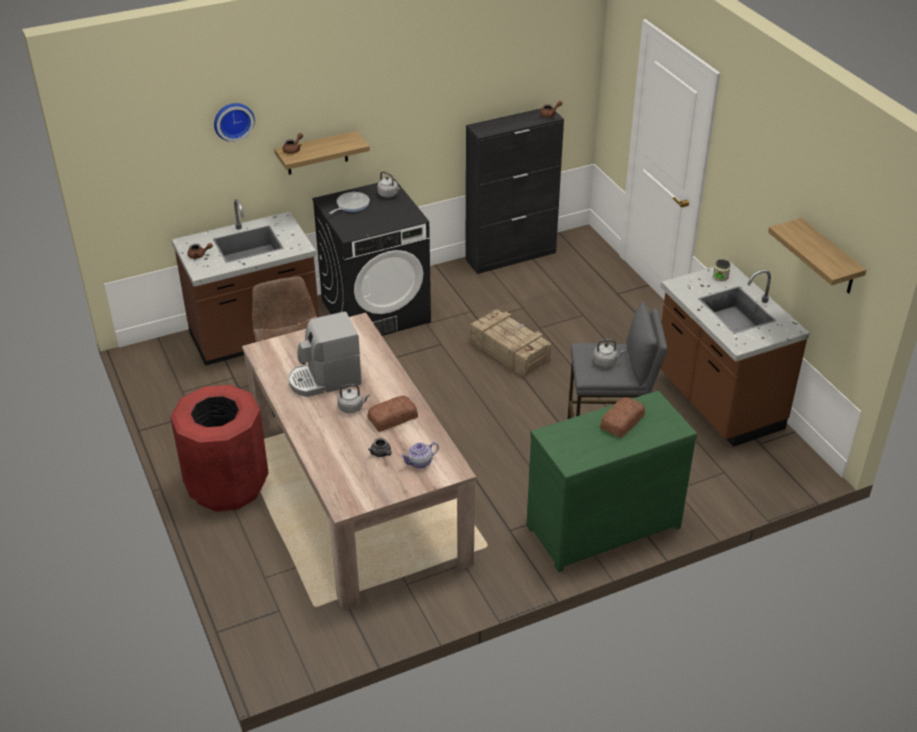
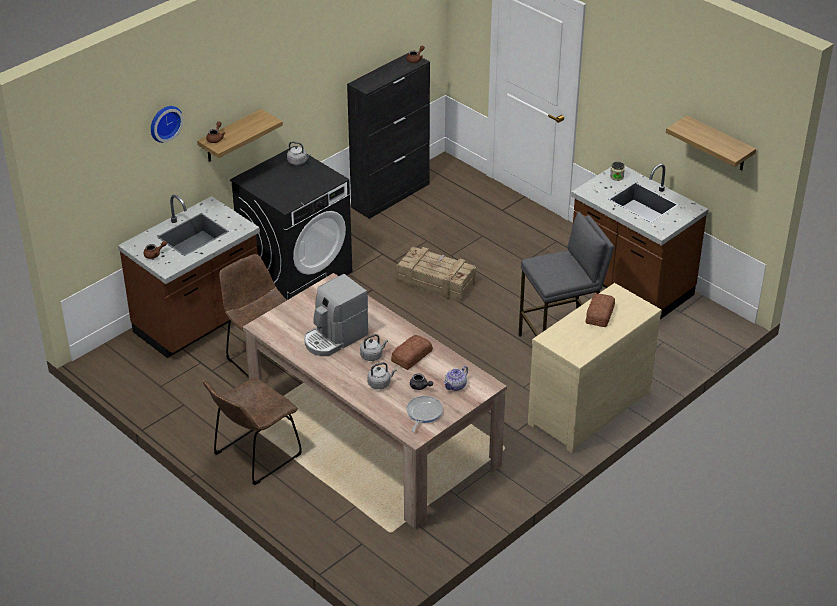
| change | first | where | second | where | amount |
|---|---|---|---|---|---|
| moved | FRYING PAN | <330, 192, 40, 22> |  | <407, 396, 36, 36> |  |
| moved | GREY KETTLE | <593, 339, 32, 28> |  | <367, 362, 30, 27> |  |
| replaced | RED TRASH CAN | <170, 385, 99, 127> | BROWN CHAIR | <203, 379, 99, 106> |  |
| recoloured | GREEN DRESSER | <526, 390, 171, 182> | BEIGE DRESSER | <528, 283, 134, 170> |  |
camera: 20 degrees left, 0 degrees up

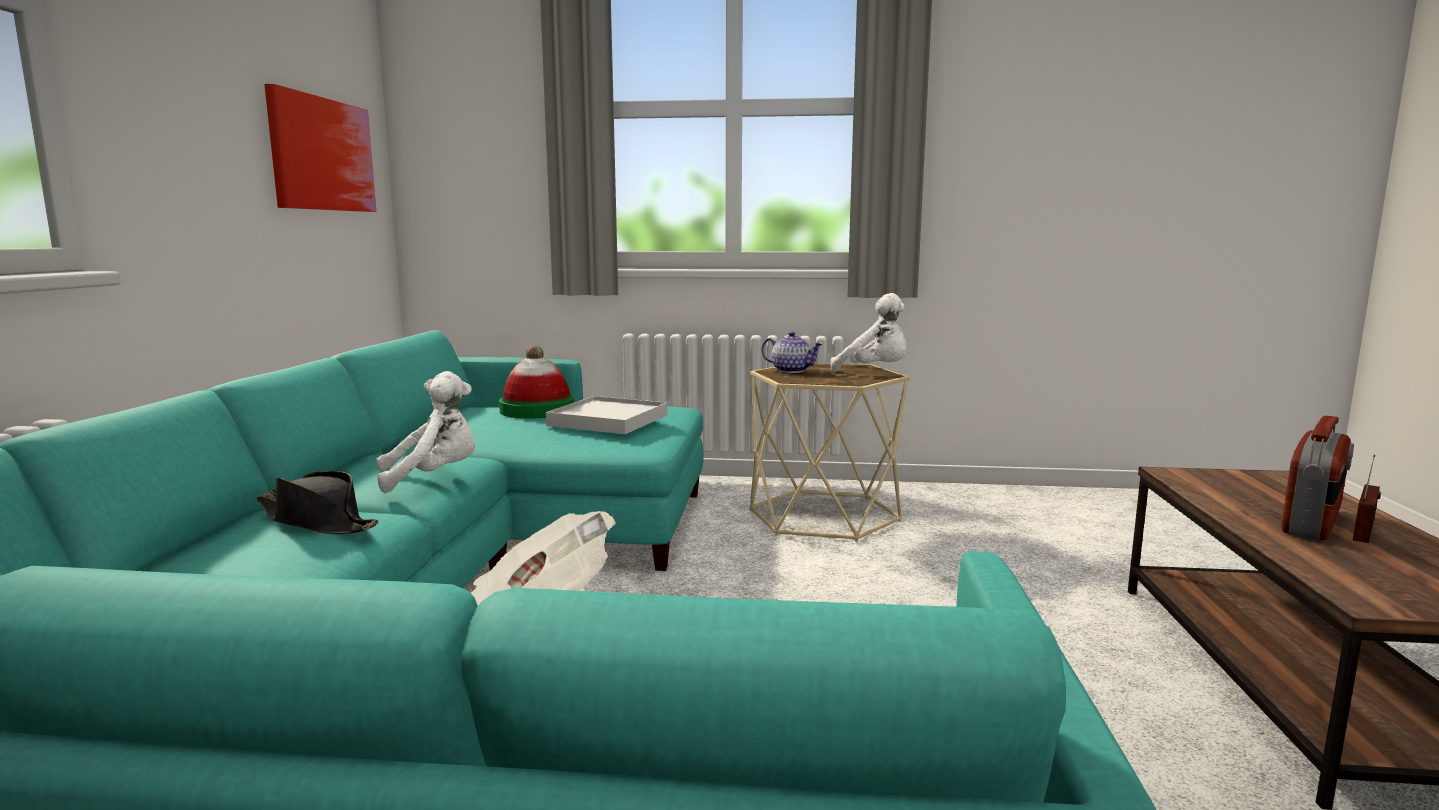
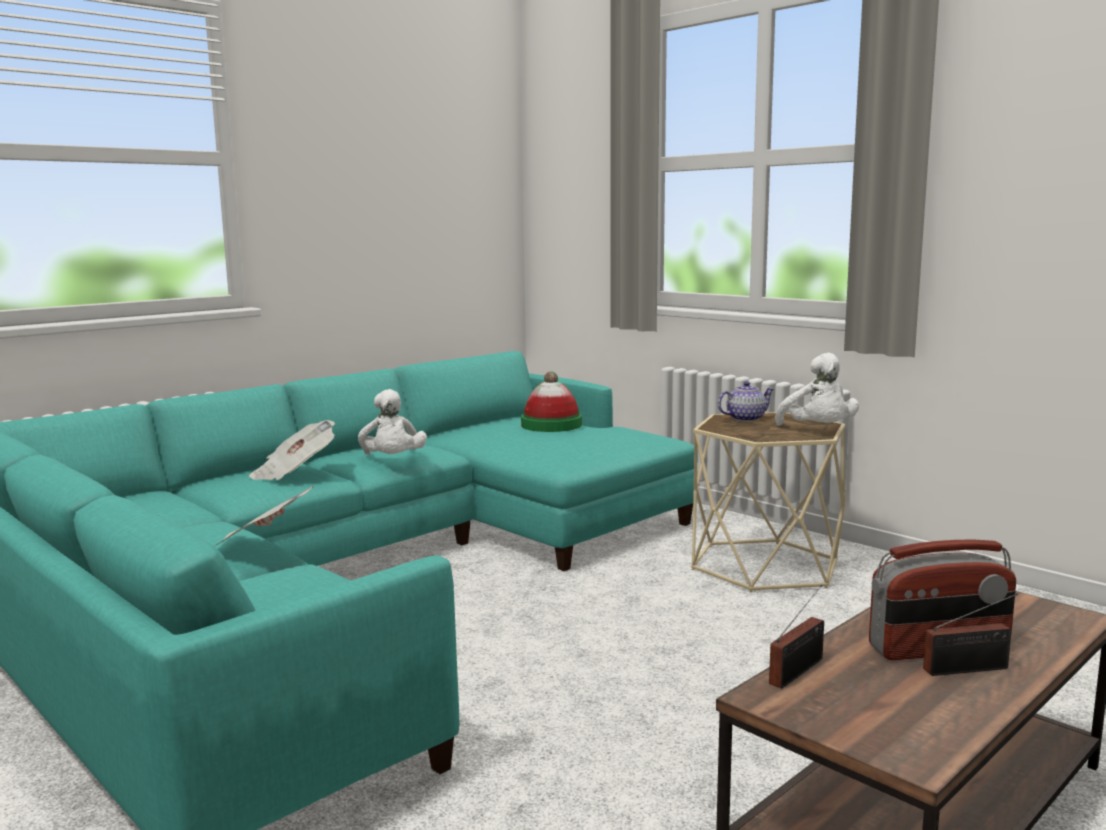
| change | first | where | second | where | amount |
|---|---|---|---|---|---|
| removed | PICTURE | <264, 84, 112, 128> |  |  |  |
| turned | TEAPOT | <761, 332, 62, 41> |  | <718, 381, 56, 41> | 90 degrees counterclockwise |
| turned | WHITE PLUSH TOY | <376, 371, 99, 122> |  | <358, 389, 69, 66> | 60 degrees clockwise |
| removed | WHITE TRAY | <546, 396, 121, 38> |  |  |  |
| replaced | BLACK HAT | <256, 471, 123, 63> | NEWSPAPER | <249, 420, 86, 60> |  |
| added |  |  | RADIO | <769, 585, 55, 103> |  |
camera: 40 degrees right, 0 degrees up

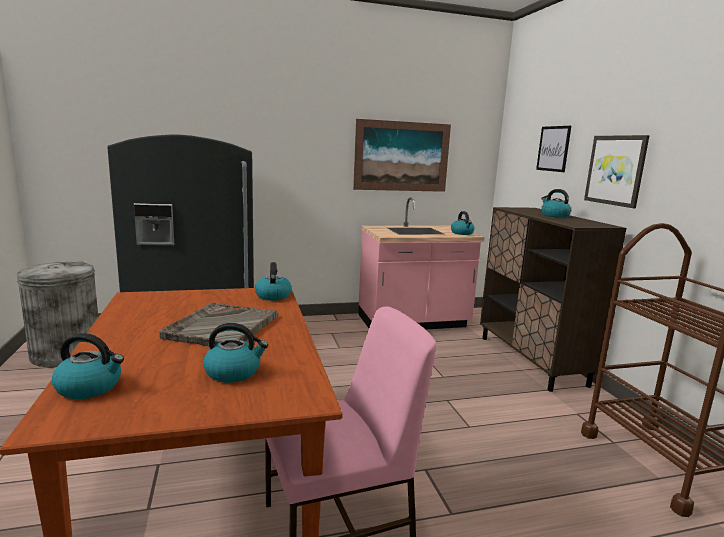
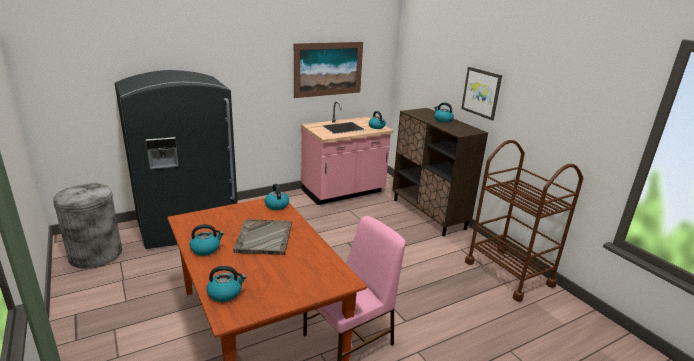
| change | first | where | second | where | amount |
|---|---|---|---|---|---|
| removed | PICTURE | <536, 126, 35, 46> |  |  |  |
| moved | KETTLE | <203, 323, 65, 60> |  | <189, 224, 35, 32> |  |
camera: 15 degrees left, 10 degrees up

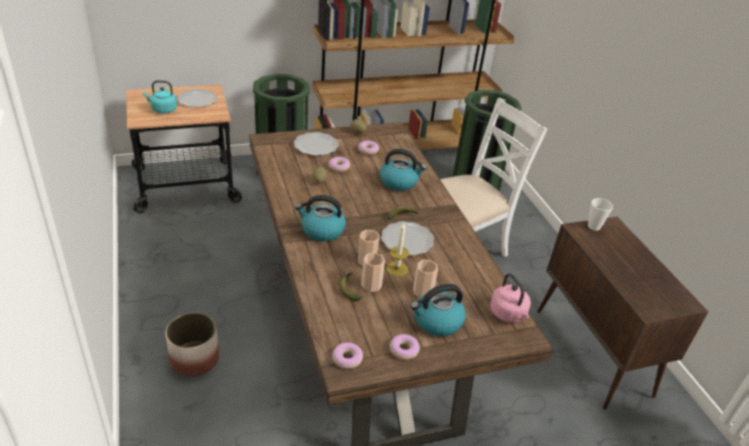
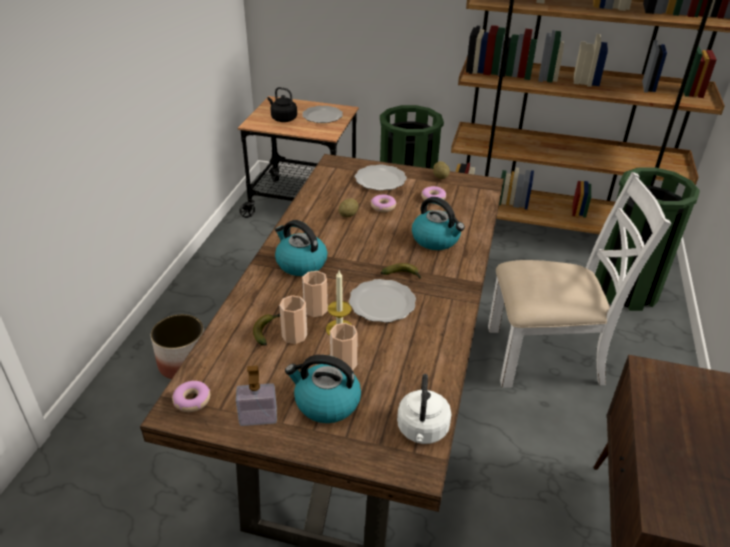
| change | first | where | second | where | amount |
|---|---|---|---|---|---|
| recoloured | TURQUOISE KETTLE | <143, 80, 34, 34> | BLACK KETTLE | <267, 87, 30, 35> |  |
| removed | CUP | <588, 198, 25, 33> |  |  |  |
| recoloured | PINK KETTLE | <490, 273, 41, 50> | WHITE KETTLE | <397, 374, 55, 70> |  |
| replaced | DONUT | <390, 334, 30, 26> | SOAP DISPENSER | <236, 365, 41, 61> |  |
camera: 35 degrees right, 0 degrees up

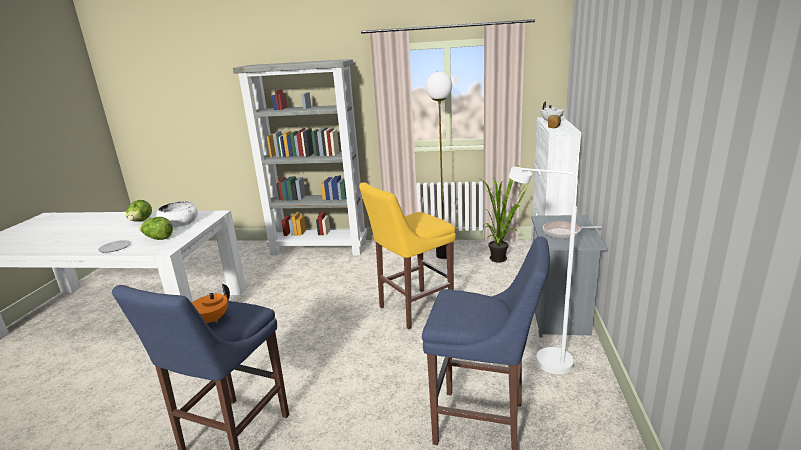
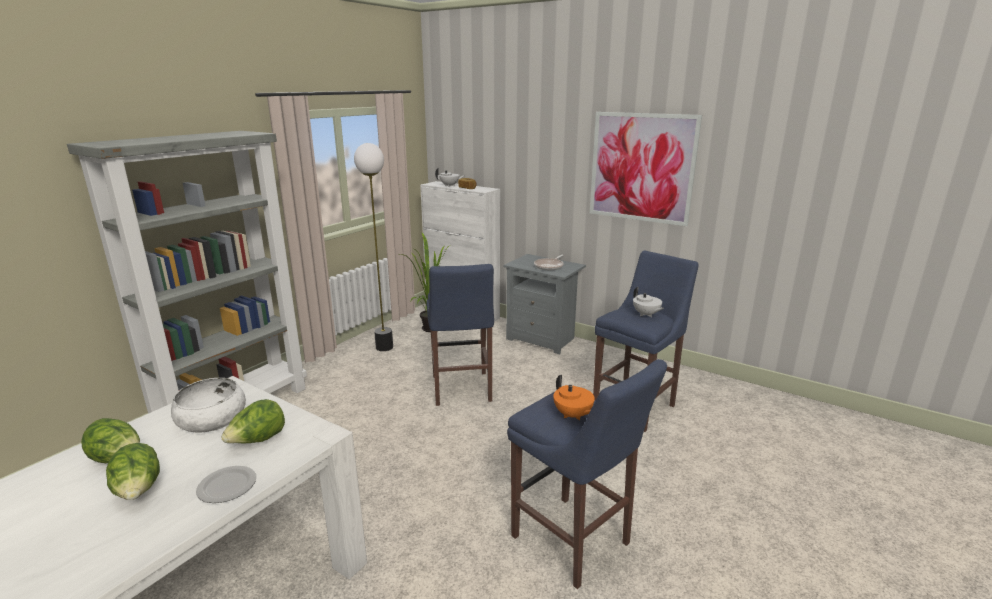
| change | first | where | second | where | amount |
|---|---|---|---|---|---|
| removed | WHITE FLOOR LAMP | <509, 167, 69, 208> |  |  |  |
| recoloured | YELLOW STOOL | <359, 182, 97, 147> | BLUE STOOL | <427, 264, 67, 142> |  |
| added |  |  | PICTURE | <590, 112, 112, 114> |  |
| added |  |  | WHITE TEAPOT | <633, 287, 31, 30> |  |
| added |  |  | LETTUCE | <106, 443, 54, 57> |  |
camera: 65 degrees left, 0 degrees up

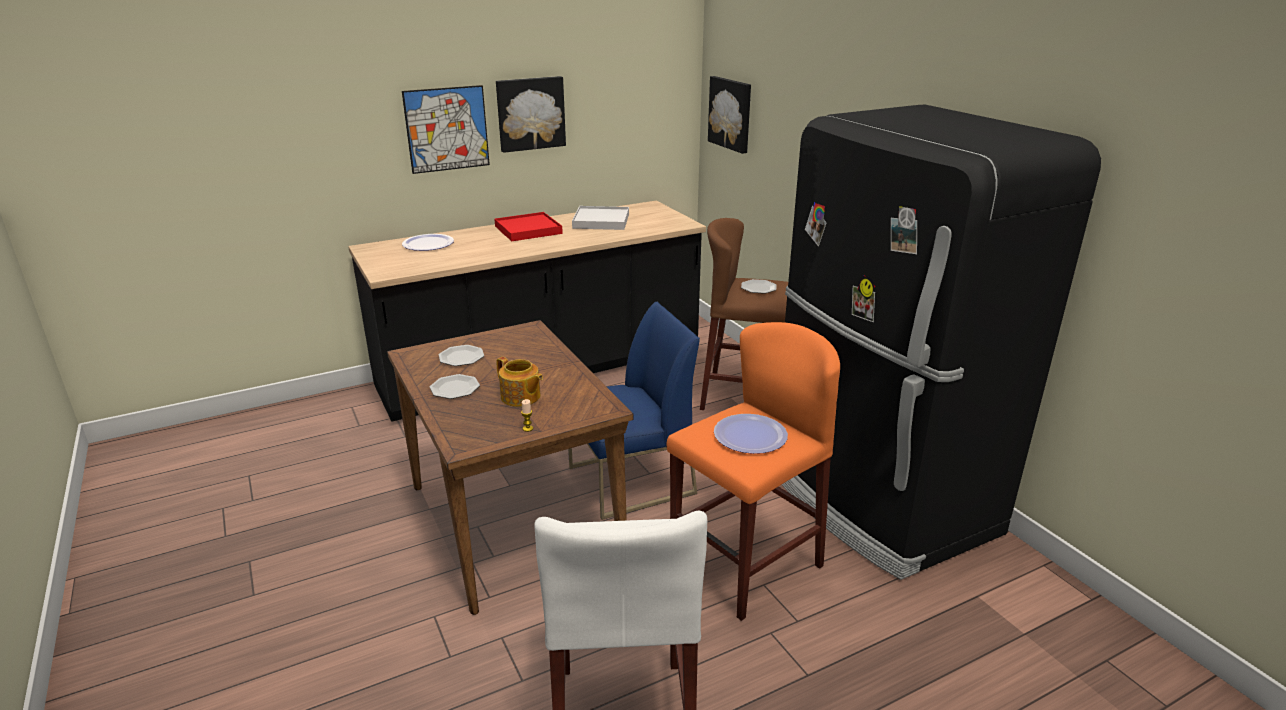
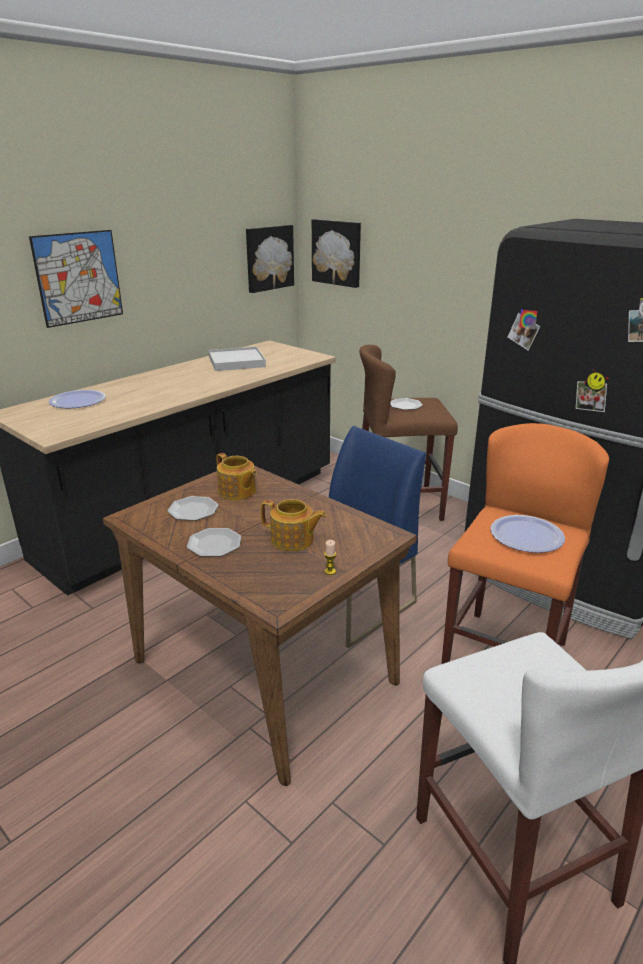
| change | first | where | second | where | amount |
|---|---|---|---|---|---|
| moved | PICTURE | <496, 76, 70, 77> |  | <246, 225, 48, 68> |  |
| removed | RED TRAY | <494, 212, 69, 29> |  |  |  |
| added |  |  | TEAPOT | <216, 453, 41, 47> |  |
camera: 20 degrees left, 0 degrees up

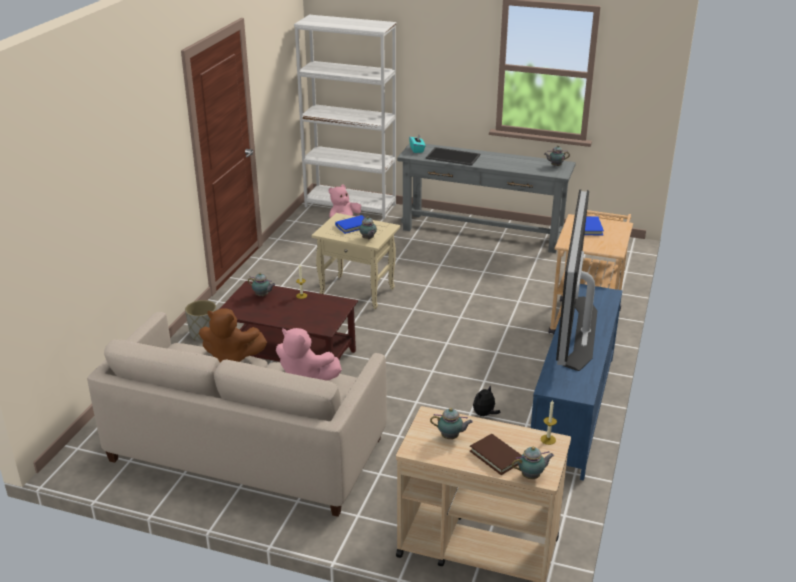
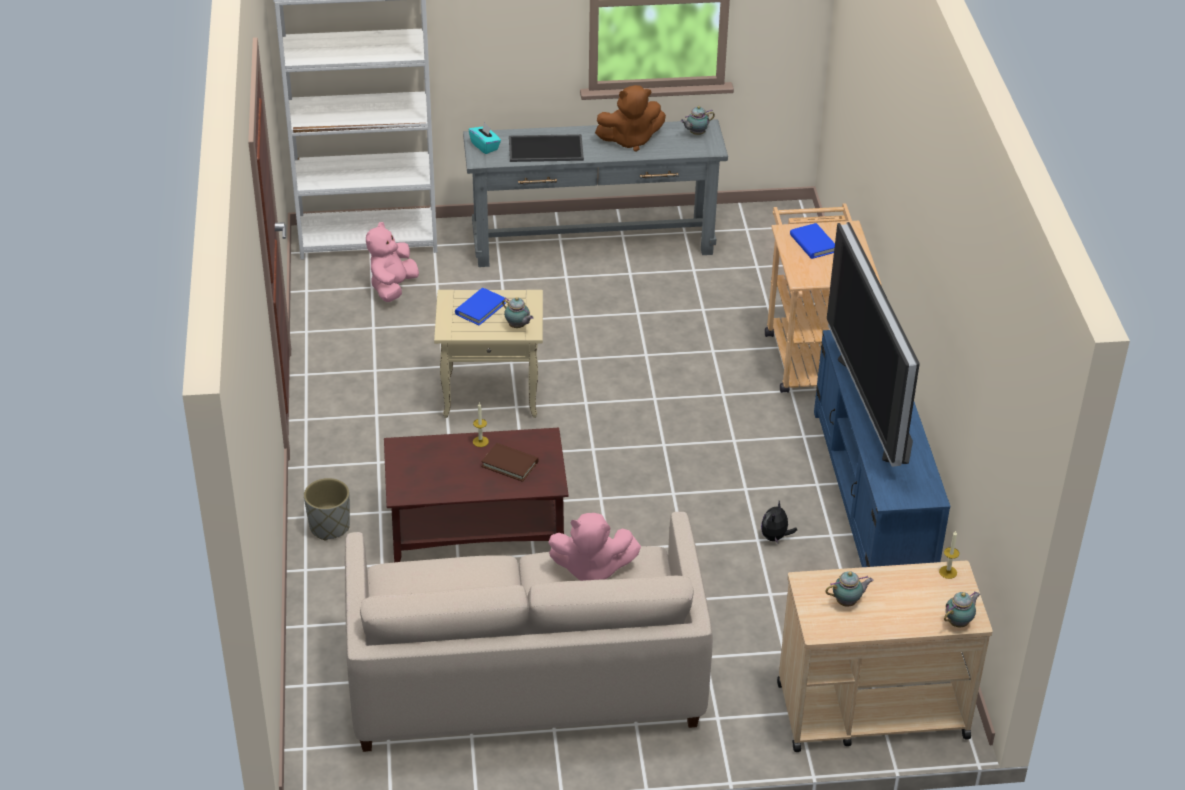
| change | first | where | second | where | amount |
|---|---|---|---|---|---|
| removed | TEAPOT | <248, 273, 28, 23> |  |  |  |
| moved | BROWN PLUSH TOY | <199, 309, 68, 54> |  | <595, 85, 71, 67> |  |
| moved | BROWN BOOK | <470, 434, 52, 41> |  | <481, 443, 58, 39> |  |
camera: 25 degrees left, 10 degrees up

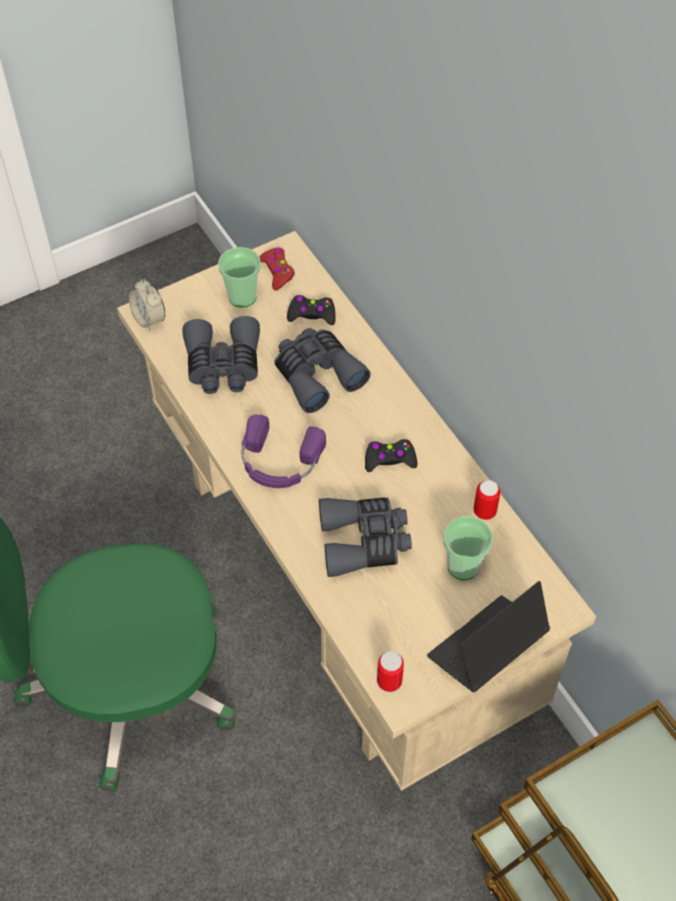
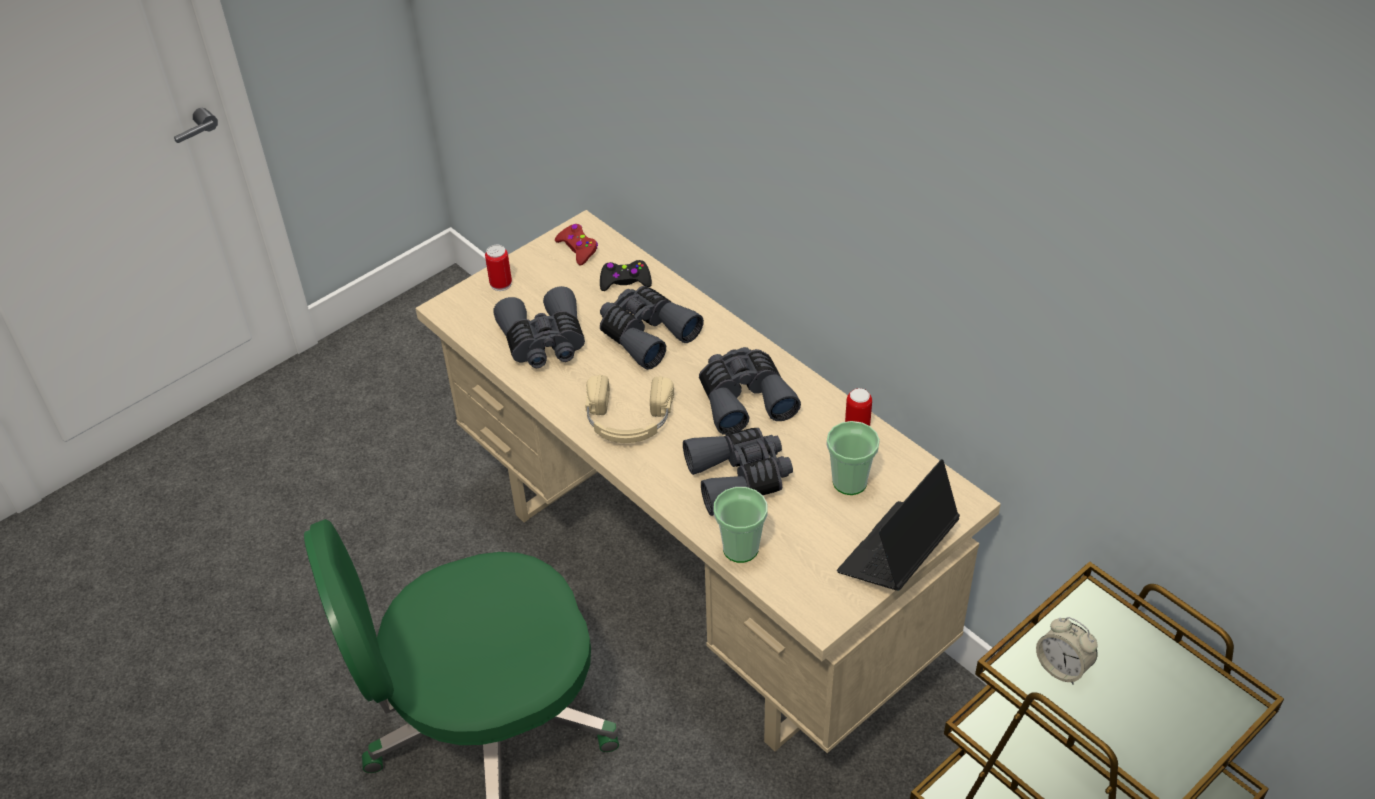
| change | first | where | second | where | amount |
|---|---|---|---|---|---|
| moved | CUP | <218, 247, 43, 61> |  | <714, 487, 54, 76> |  |
| moved | ALARM CLOCK | <129, 279, 36, 52> |  | <1036, 617, 62, 68> |  |
| recoloured | PURPLE HEADPHONES | <241, 414, 85, 74> | BEIGE HEADPHONES | <585, 375, 89, 68> |  |
| replaced | BLACK GAME CONTROLLER | <365, 439, 52, 33> | GREY BINOCULARS | <699, 347, 102, 88> |  |
| moved | CAN | <377, 651, 27, 42> |  | <485, 245, 27, 46> |  |
camera: 10 degrees left, 10 degrees down

